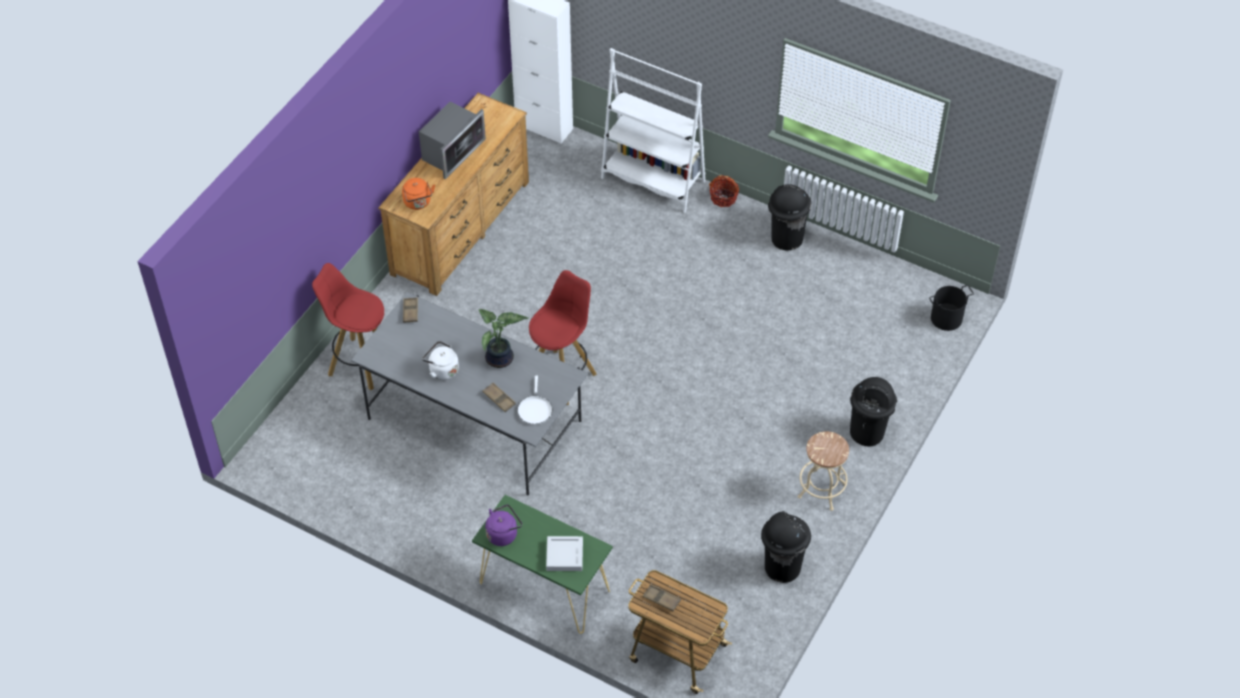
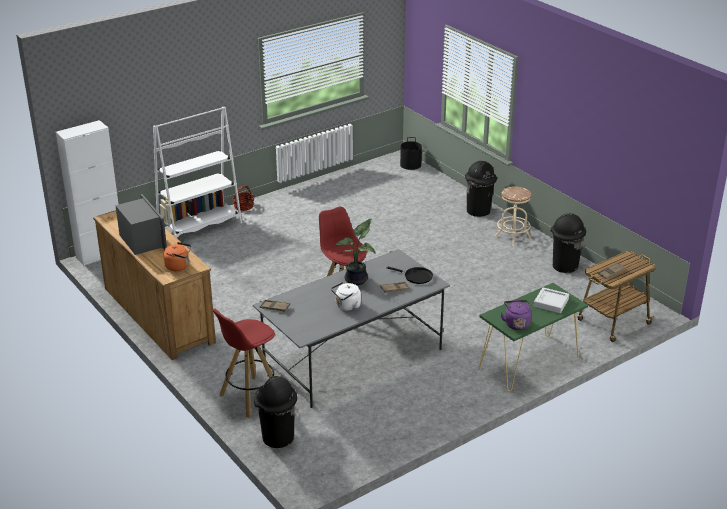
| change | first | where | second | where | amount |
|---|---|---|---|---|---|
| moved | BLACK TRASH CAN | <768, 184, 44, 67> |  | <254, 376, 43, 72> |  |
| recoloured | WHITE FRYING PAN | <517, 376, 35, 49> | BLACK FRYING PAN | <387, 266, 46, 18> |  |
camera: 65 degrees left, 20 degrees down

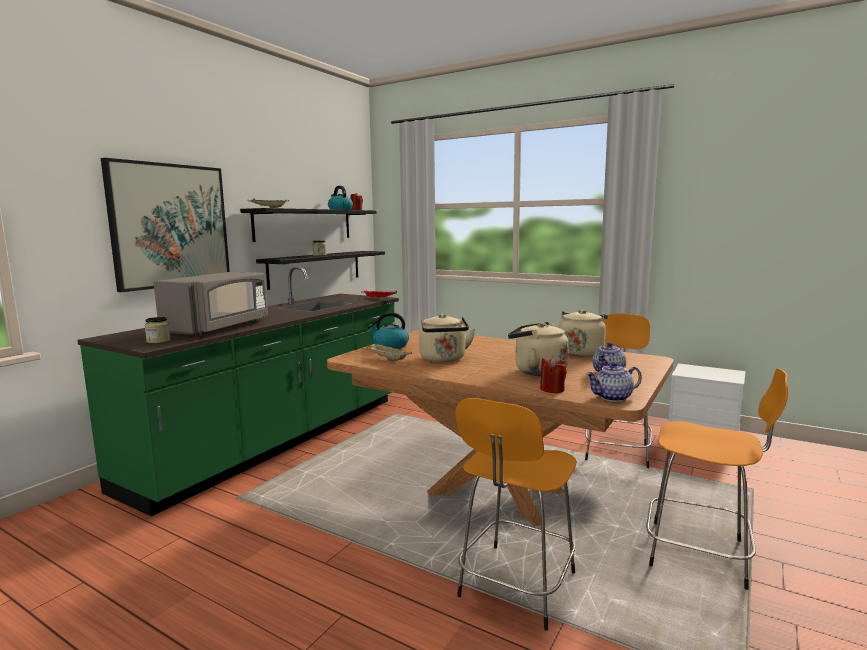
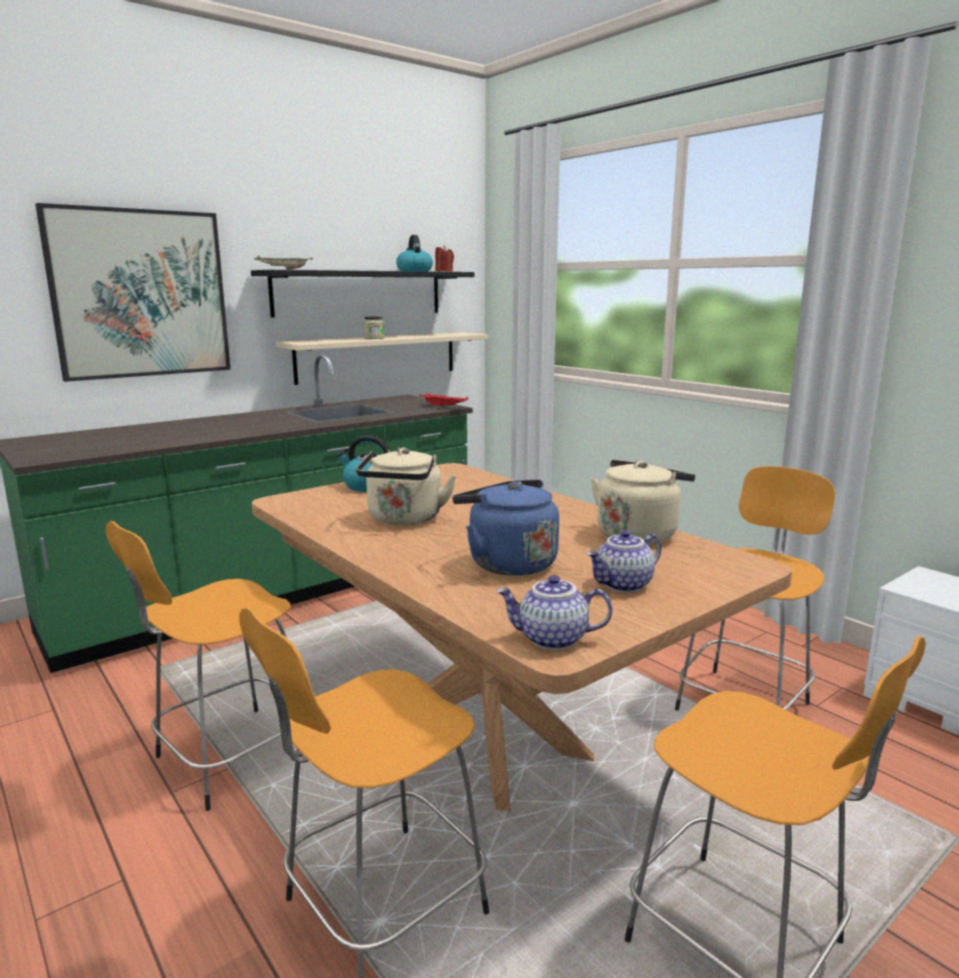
| change | first | where | second | where | amount |
|---|---|---|---|---|---|
| recoloured | BLACK SHELF | <256, 251, 129, 39> | BEIGE SHELF | <276, 332, 212, 53> |  |
| removed | GREY MICROWAVE | <153, 272, 115, 64> |  |  |  |
| removed | JAR | <145, 317, 25, 26> |  |  |  |
| recoloured | BEIGE KETTLE | <508, 322, 61, 54> | BLUE KETTLE | <452, 480, 107, 96> |  |
| removed | BEIGE TRAY | <366, 343, 46, 18> |  |  |  |
| removed | RED CANDLE | <540, 356, 26, 37> |  |  |  |
| added |  |  | ORANGE STOOL | <106, 521, 185, 290> |  |
camera: 20 degrees right, 5 degrees up

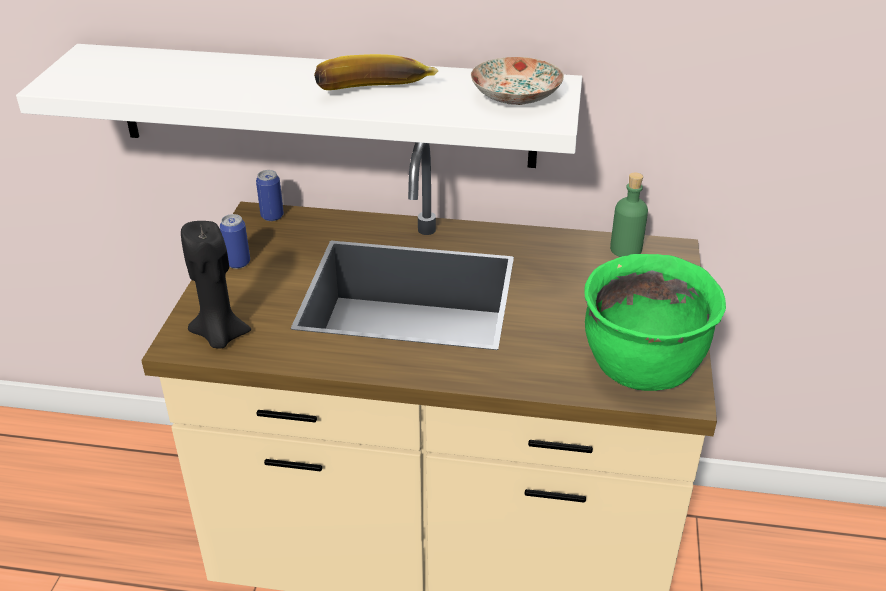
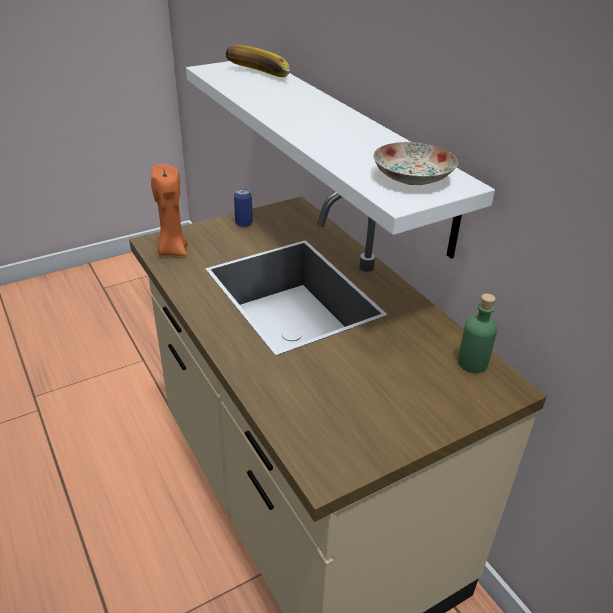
| change | first | where | second | where | amount |
|---|---|---|---|---|---|
| moved | BANANA | <314, 54, 124, 36> |  | <226, 45, 64, 32> |  |
| removed | CAN | <256, 170, 28, 51> |  |  |  |
| recoloured | BLACK CANDLE | <181, 221, 70, 127> | ORANGE CANDLE | <151, 164, 37, 92> |  |
| removed | GREEN COOKING POT | <584, 254, 142, 137> |  |  |  |
camera: 50 degrees right, 0 degrees up

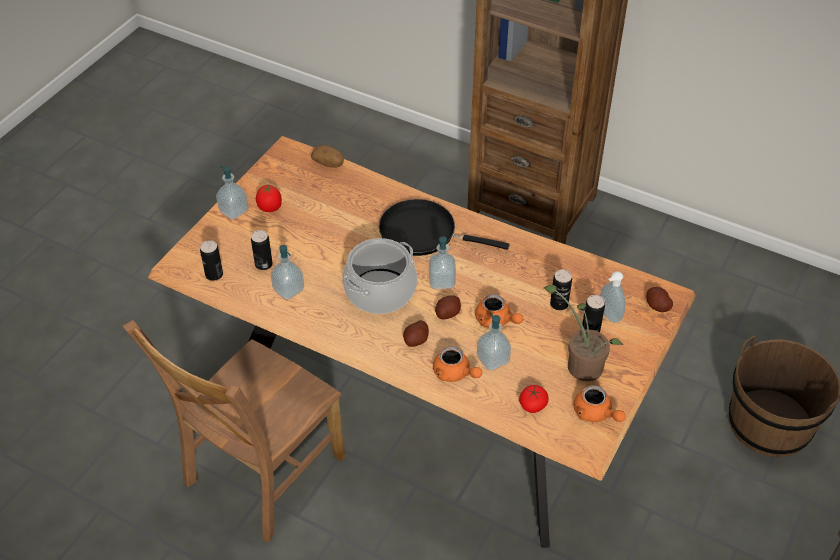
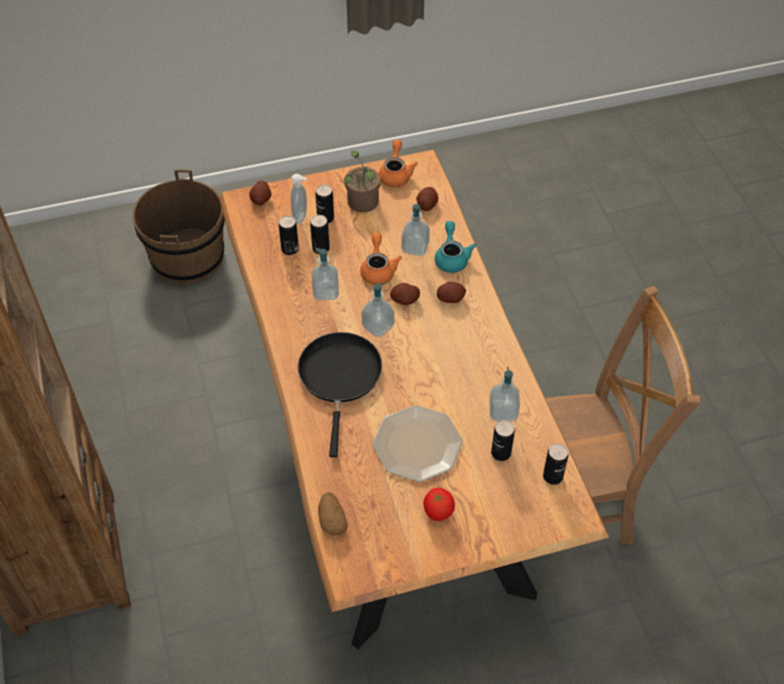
| change | first | where | second | where | amount |
|---|---|---|---|---|---|
| moved | SOAP DISPENSER | <216, 166, 32, 54> |  | <312, 249, 27, 51> |  |
| turned | BLACK FRYING PAN | <379, 199, 131, 57> |  | <298, 332, 84, 125> | 150 degrees counterclockwise |
| removed | COOKING POT | <343, 238, 74, 76> |  |  |  |
| recoloured | ORANGE TEAPOT | <433, 346, 49, 36> | TURQUOISE TEAPOT | <435, 221, 41, 52> |  |
| replaced | TOMATO | <519, 385, 30, 28> | POTATO | <416, 187, 22, 24> |  |
| added |  |  | CAN | <279, 216, 20, 39> |  |
| added |  |  | PLATE | <373, 405, 90, 77> |  |
camera: 135 degrees left, 5 degrees up

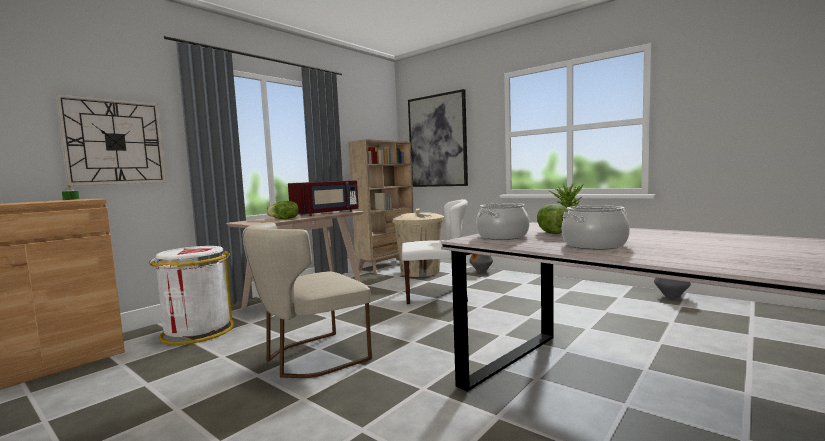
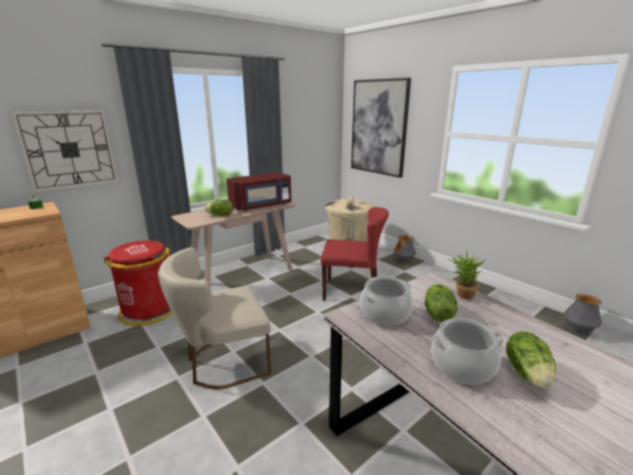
| change | first | where | second | where | amount |
|---|---|---|---|---|---|
| removed | BEIGE BOOKCASE | <349, 139, 65, 135> |  |  |  |
| recoloured | WHITE CHAIR | <402, 199, 66, 105> | RED CHAIR | <321, 207, 68, 93> |  |
| recoloured | WHITE TRASH CAN | <149, 246, 85, 99> | RED TRASH CAN | <104, 240, 68, 86> |  |
| added |  |  | LETTUCE | <506, 332, 50, 58> |  |
camera: 10 degrees right, 15 degrees up

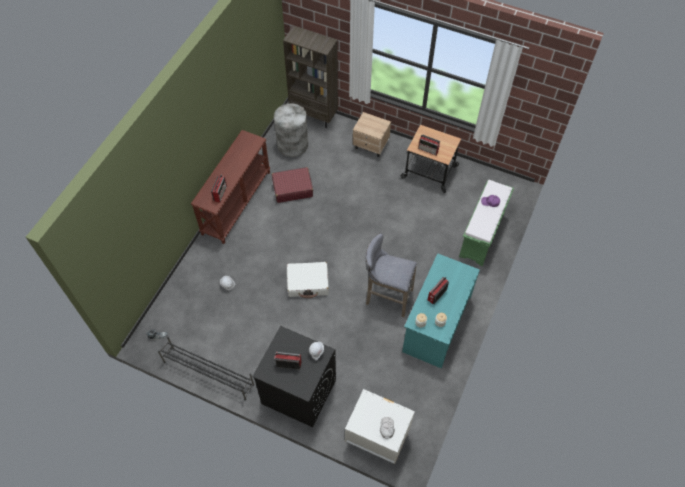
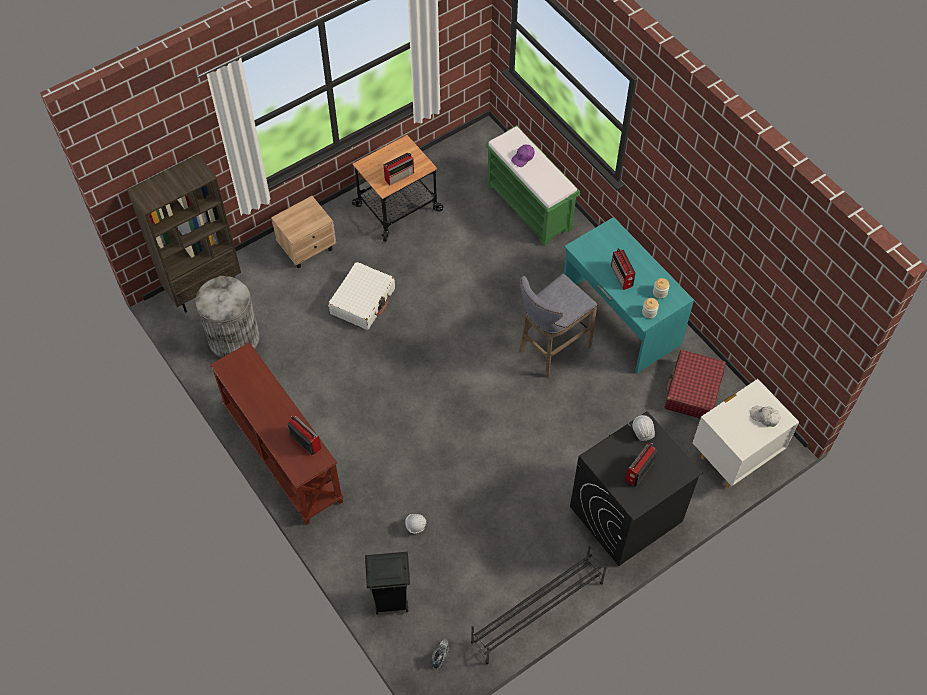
| change | first | where | second | where | amount |
|---|---|---|---|---|---|
| moved | RED SUITCASE | <272, 167, 41, 36> |  | <665, 350, 61, 69> |  |
| moved | WHITE SUITCASE | <287, 262, 42, 36> |  | <328, 262, 67, 68> |  |
| added |  |  | BLACK TRASH CAN | <365, 552, 45, 63> |  |
camera: 60 degrees left, 0 degrees up

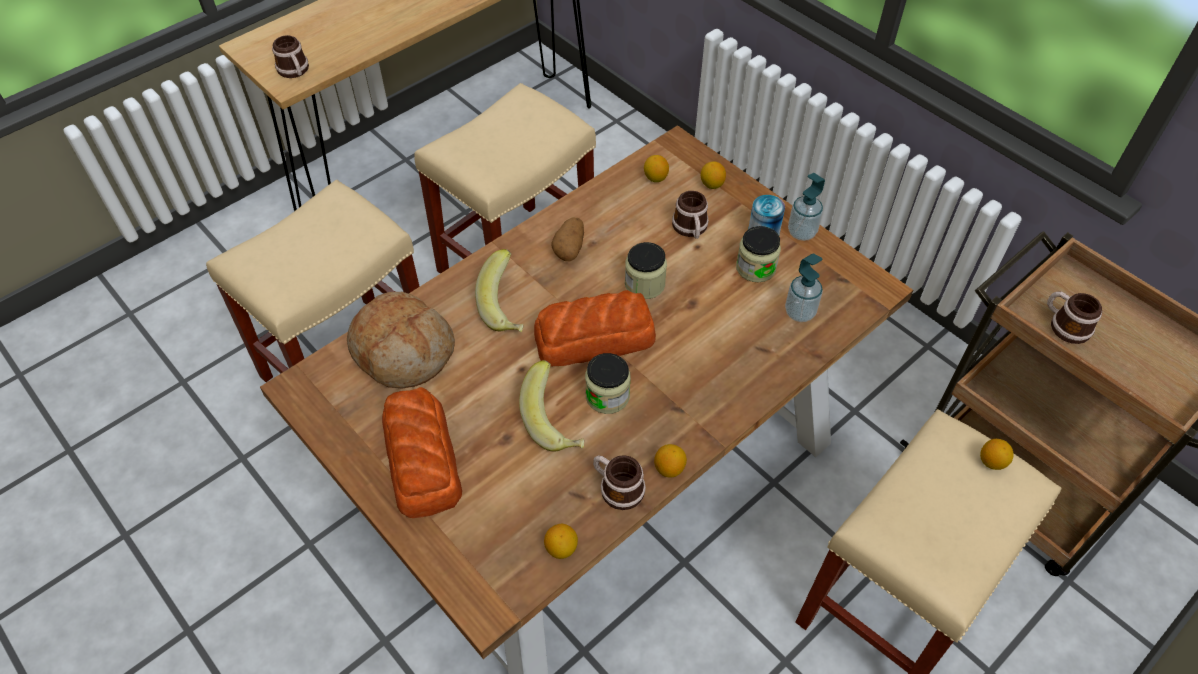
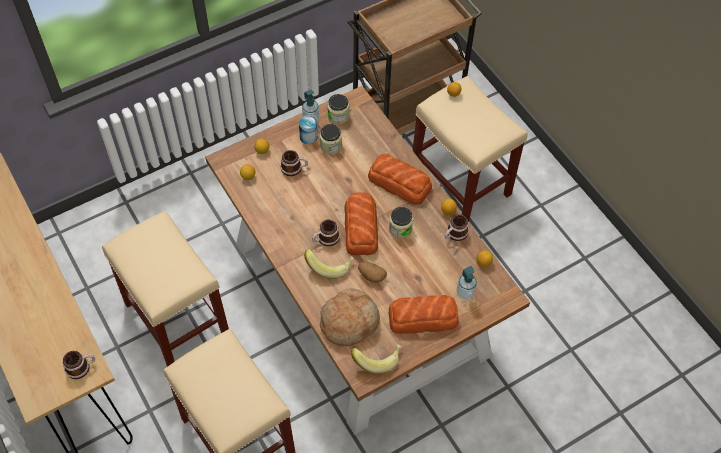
| change | first | where | second | where | amount |
|---|---|---|---|---|---|
| moved | POTATO | <552, 217, 32, 44> |  | <358, 261, 29, 22> |  |
| moved | JAR | <625, 242, 42, 57> |  | <327, 94, 22, 30> |  |
| moved | SOAP DISPENSER | <785, 254, 38, 68> |  | <456, 266, 21, 34> |  |
| moved | MUG | <1047, 291, 55, 53> |  | <312, 220, 28, 26> |  |
| moved | BANANA | <519, 360, 65, 92> |  | <351, 344, 50, 30> |  |
| added |  |  | BREAD | <368, 154, 64, 51> |  |
camera: 80 degrees left, 5 degrees up

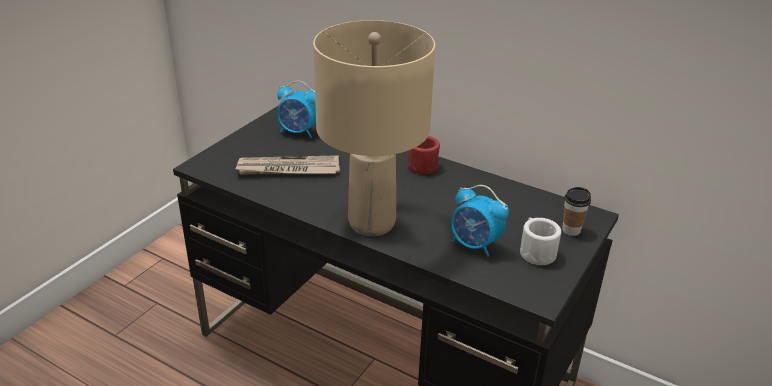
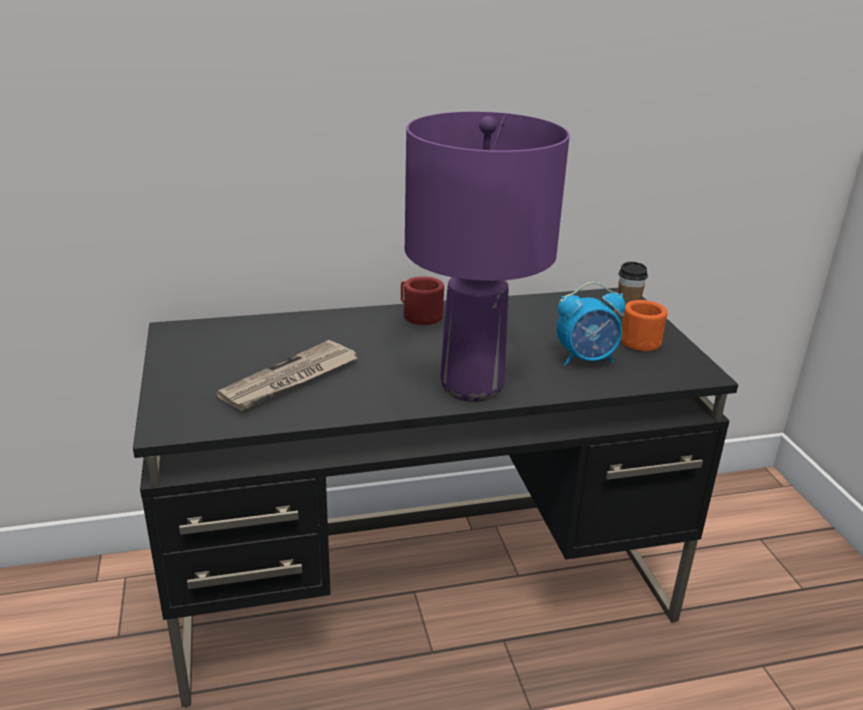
| change | first | where | second | where | amount |
|---|---|---|---|---|---|
| recoloured | BEIGE TABLE LAMP | <313, 20, 122, 216> | PURPLE TABLE LAMP | <405, 112, 165, 290> |  |
| removed | ALARM CLOCK | <277, 81, 39, 57> |  |  |  |
| recoloured | WHITE MUG | <520, 218, 41, 47> | ORANGE MUG | <614, 300, 53, 51> |  |
camera: 45 degrees left, 5 degrees down

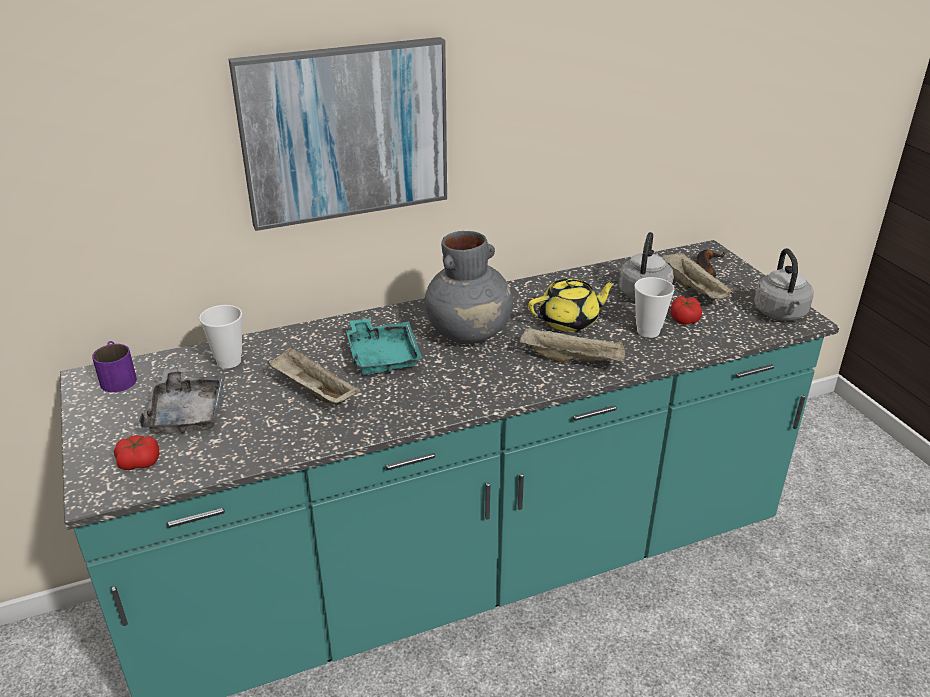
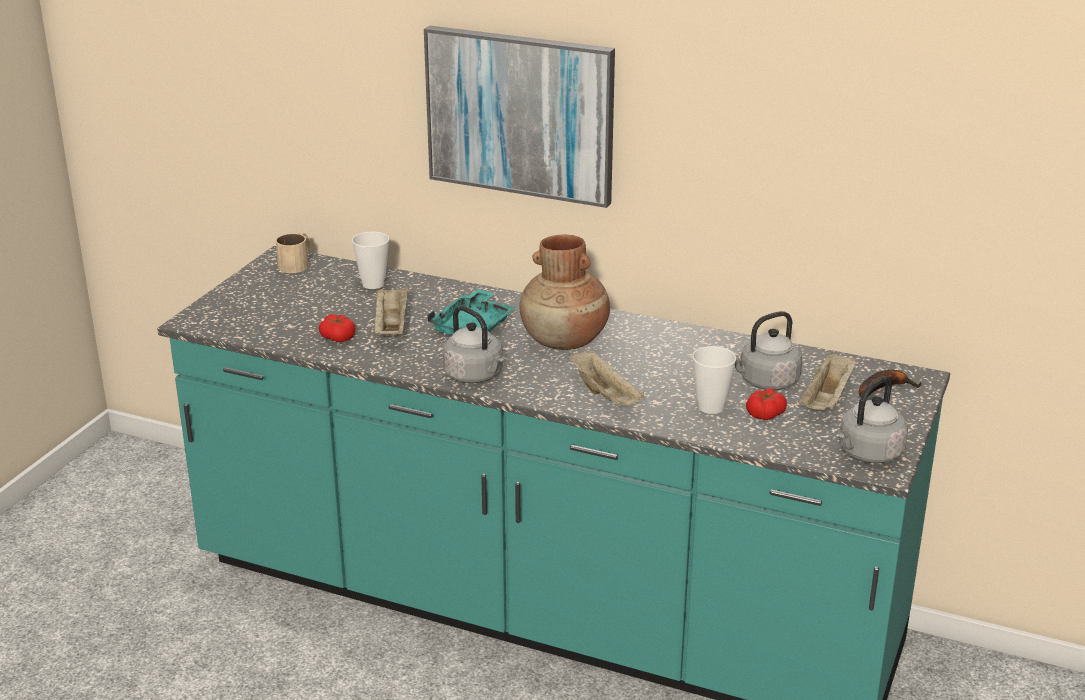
| change | first | where | second | where | amount |
|---|---|---|---|---|---|
| recoloured | GREY VASE | <425, 231, 88, 113> | BROWN VASE | <519, 234, 91, 116> |  |
| removed | YELLOW TEAPOT | <528, 279, 90, 53> |  |  |  |
| recoloured | PURPLE MUG | <92, 341, 45, 51> | BEIGE MUG | <276, 232, 34, 41> |  |
| removed | GREY TRAY | <139, 367, 86, 67> |  |  |  |
| moved | TOMATO | <114, 435, 45, 35> |  | <319, 314, 37, 28> |  |
| added |  |  | GREY KETTLE | <442, 306, 62, 77> |  |
camera: 45 degrees right, 5 degrees down

